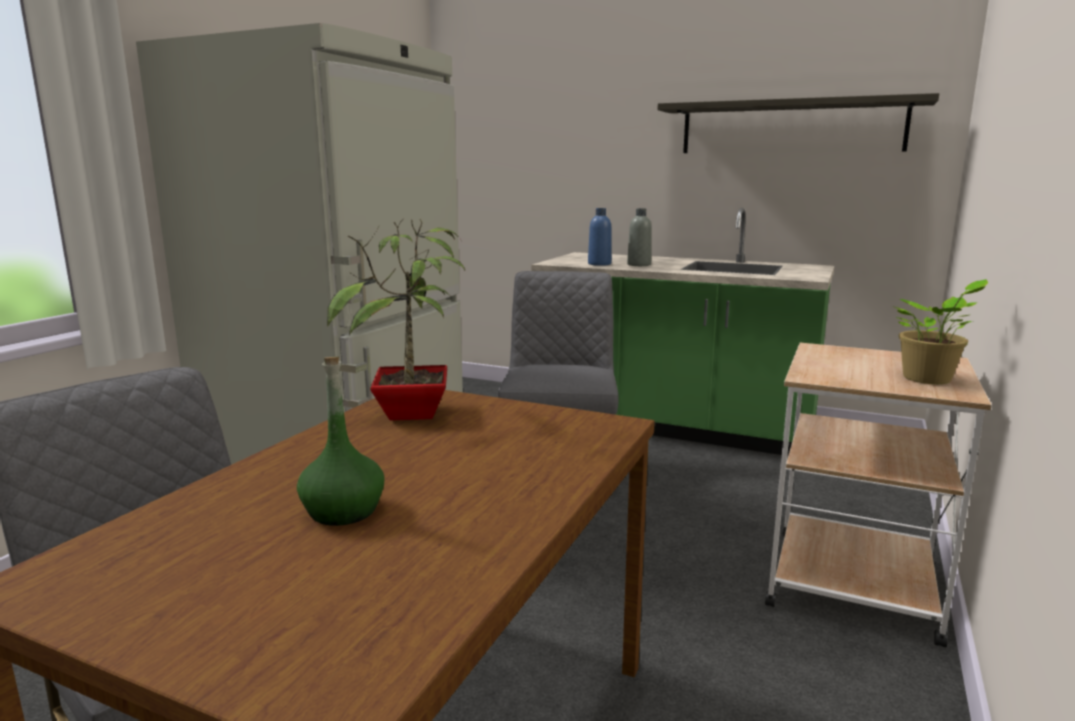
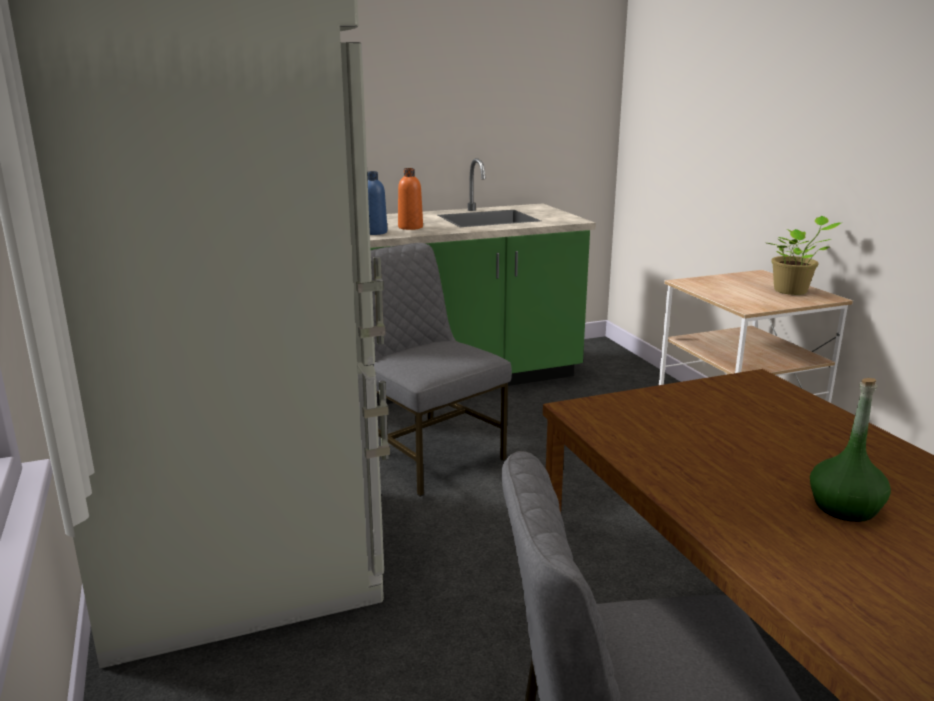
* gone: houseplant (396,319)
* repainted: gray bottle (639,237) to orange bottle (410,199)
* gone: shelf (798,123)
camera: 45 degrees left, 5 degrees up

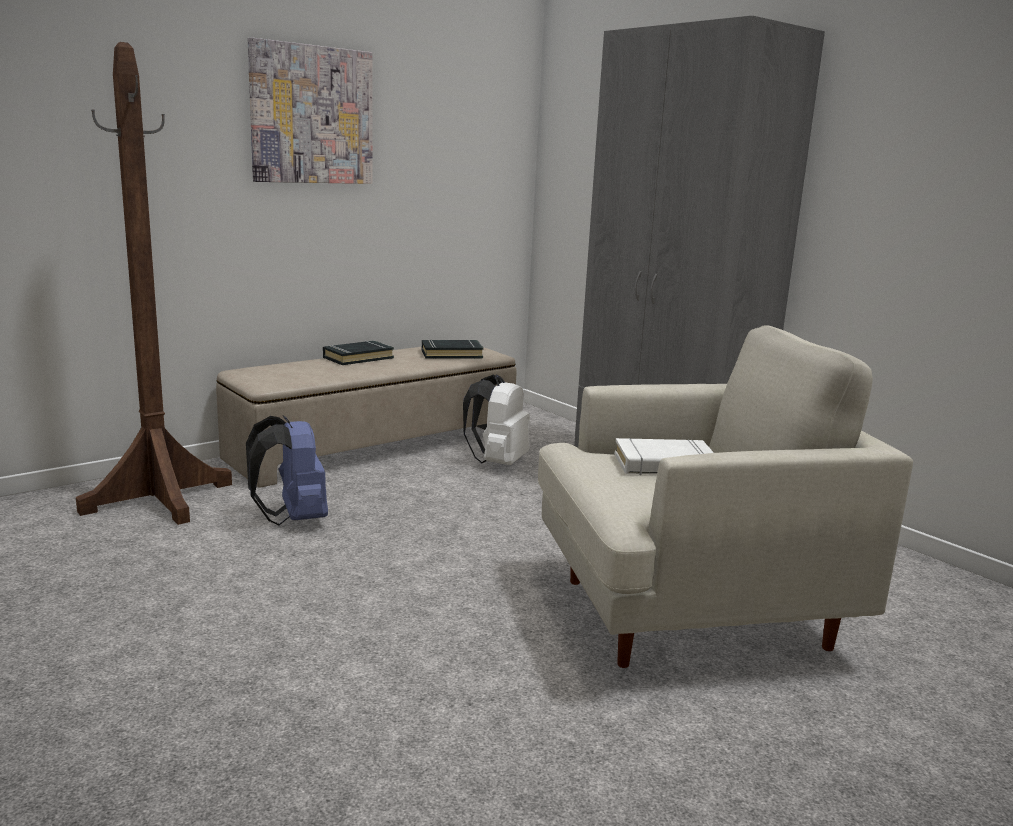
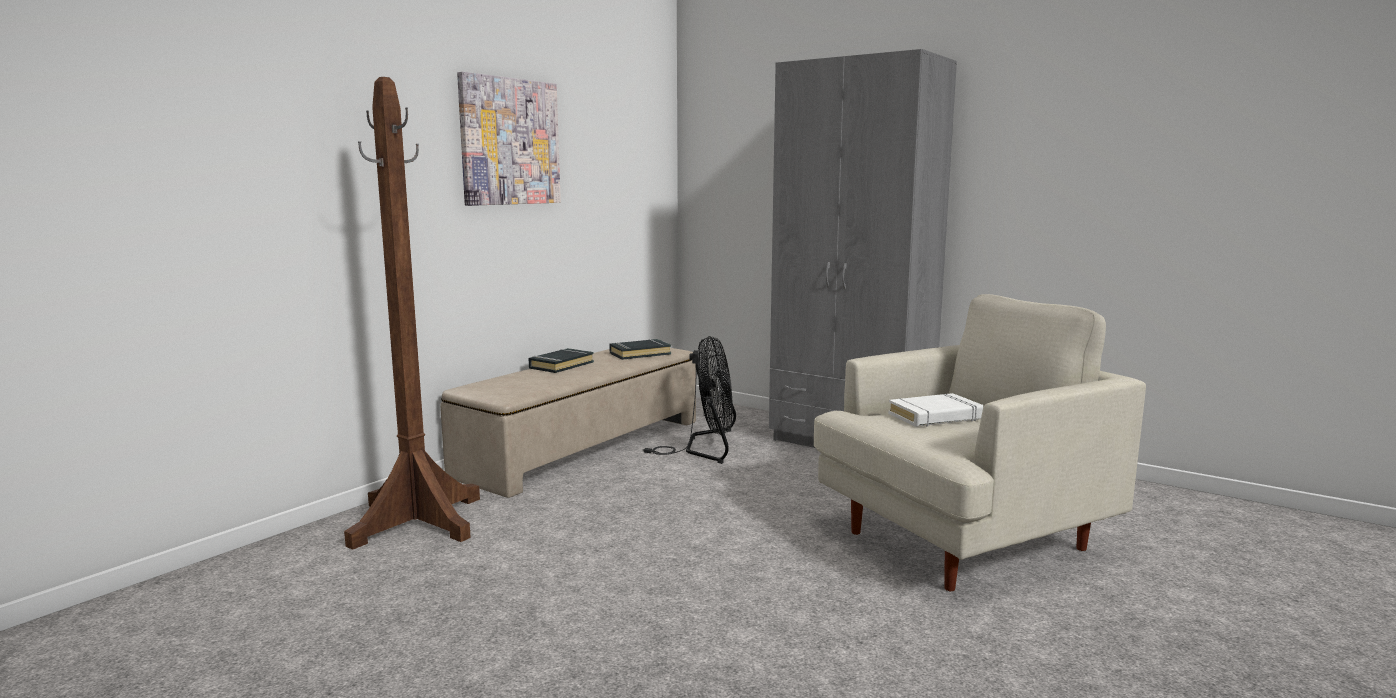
* gone: blue-coloured rucksack (287,470)
* swapped: white-coloured rucksack (496,419) to blackish electric fan (689,400)
camera: 15 degrees left, 5 degrees down

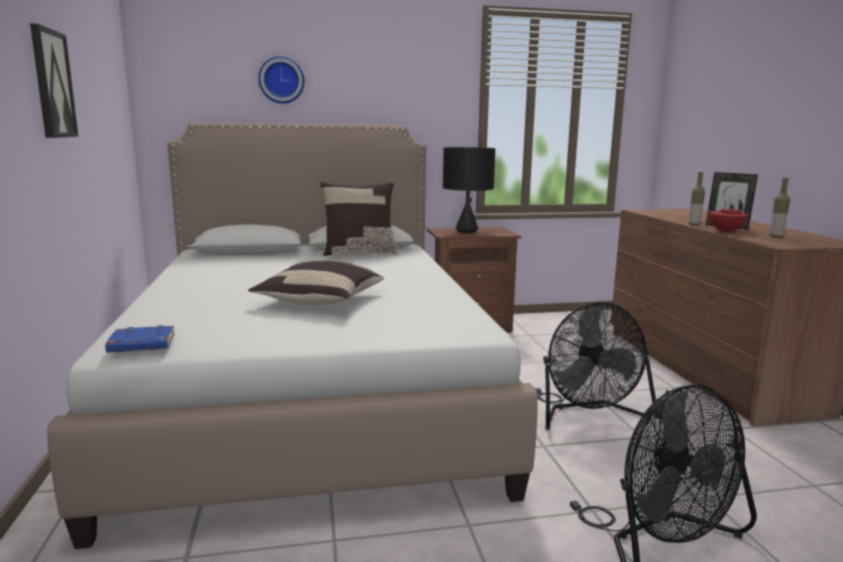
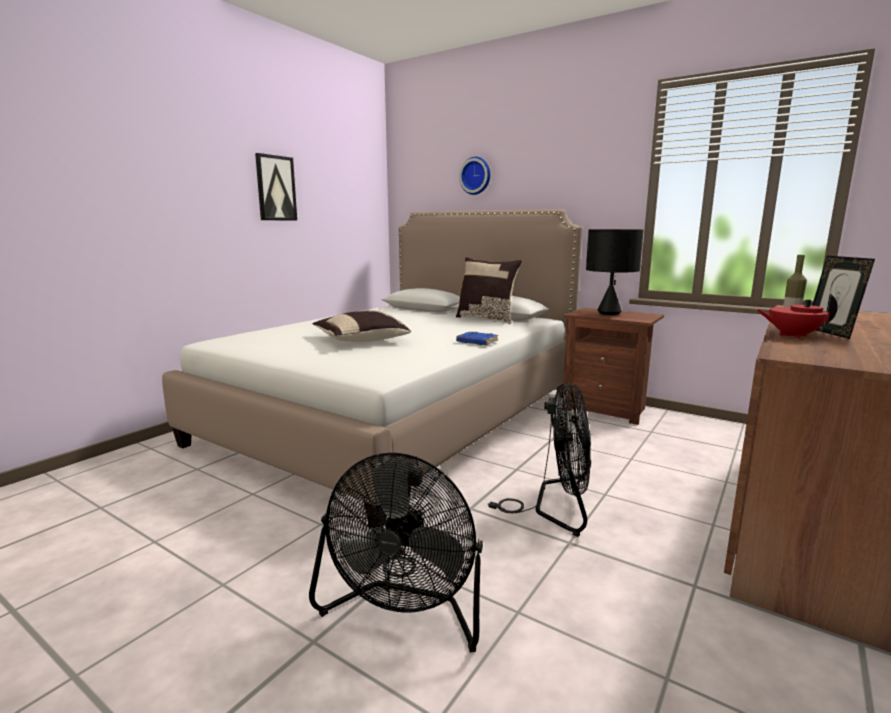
* shifted: blue-coloured volume (140,338) to (477,338)
* rotated: blackish electric fan (595,366) = (539,459) 105 degrees counterclockwise
* gone: bottle (780,208)
camera: 45 degrees right, 0 degrees up

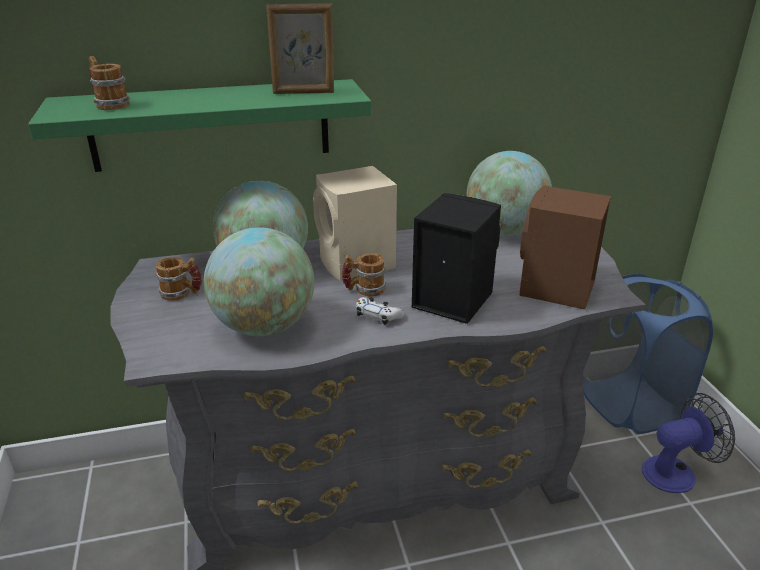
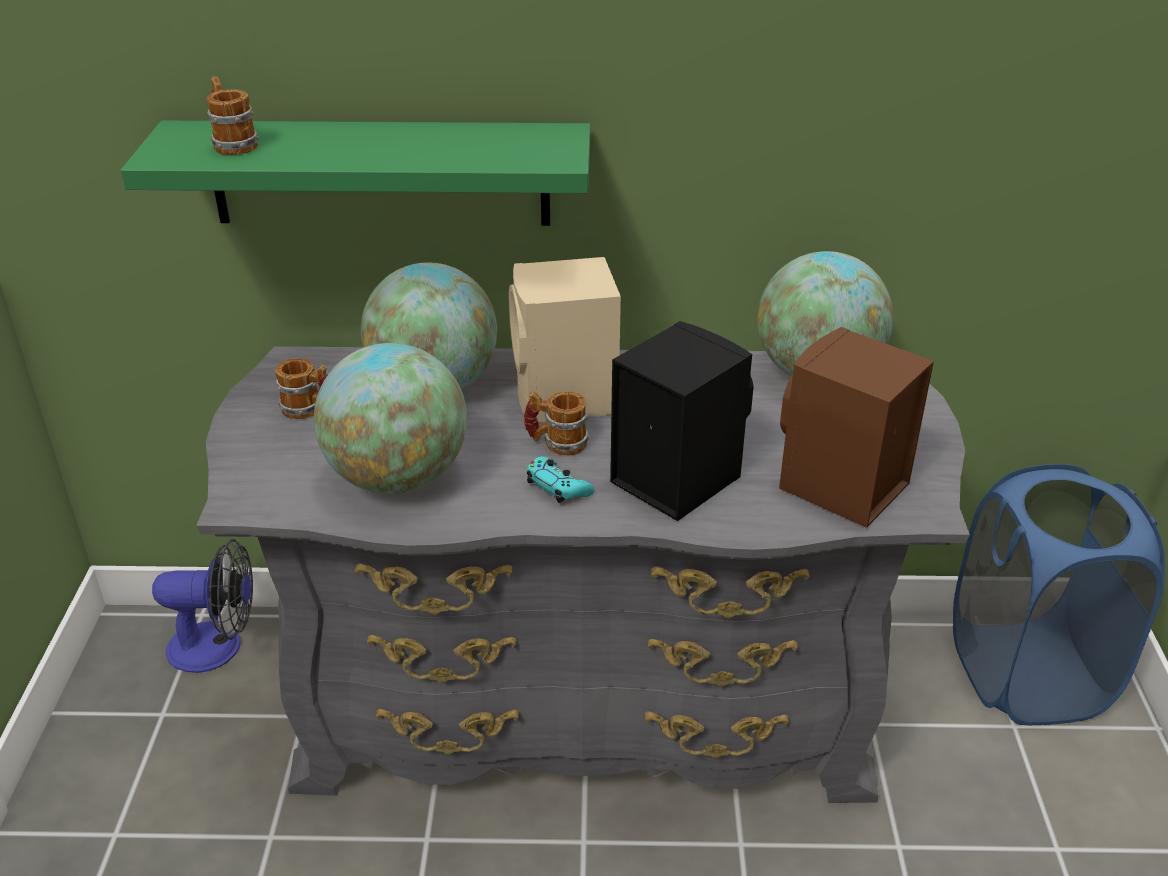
* gone: standing frame (300,48)
* repainted: white-coloured joypad (380,311) to turquoise joypad (560,479)
* shifted: electric fan (688,443) to (202,606)
camera: 15 degrees right, 5 degrees up

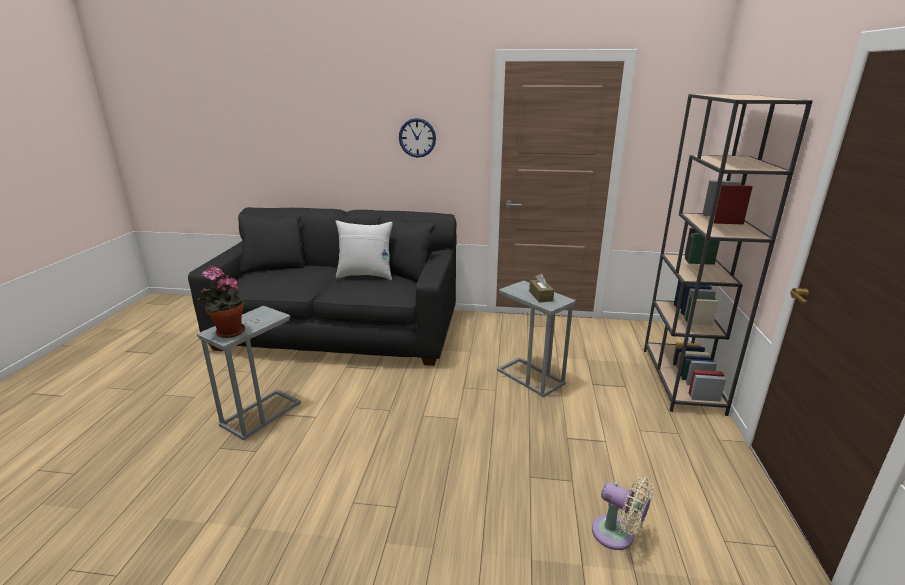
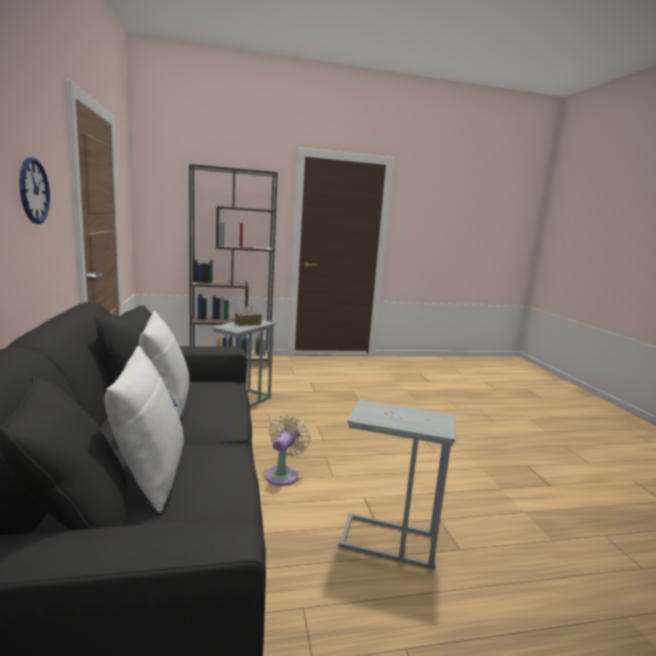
* gone: houseplant (221,302)
* shifted: beige electric fan (623,513) to (288,450)
* new: gray throw pillow (144,429)
camera: 110 degrees left, 10 degrees down

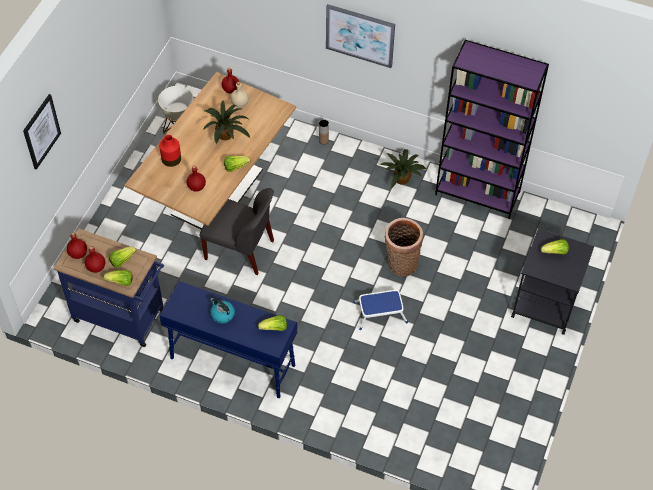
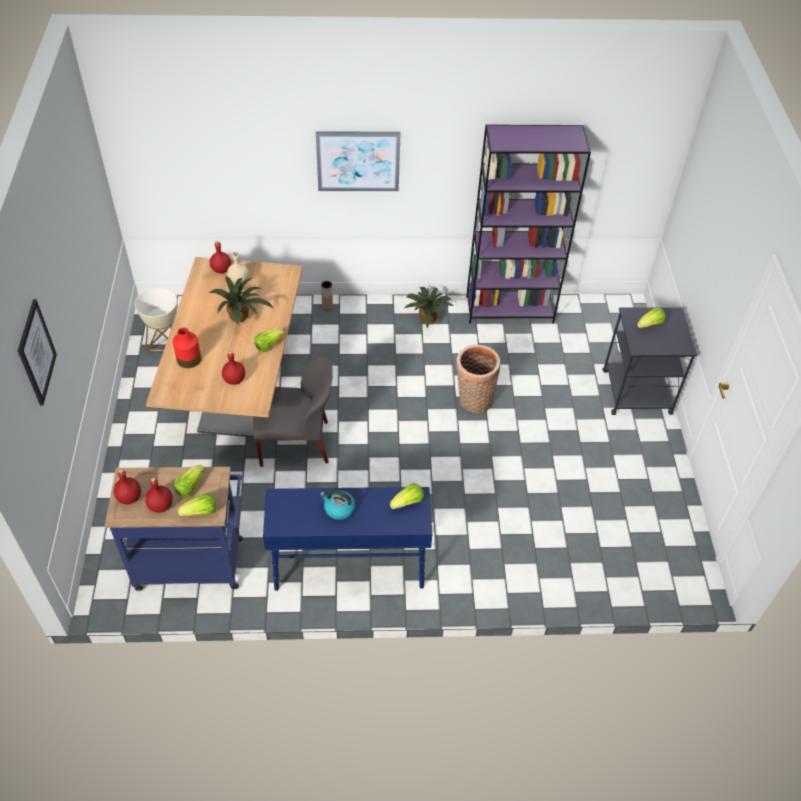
* gone: blue-coloured stepladder (380,310)
camera: 25 degrees left, 5 degrees down

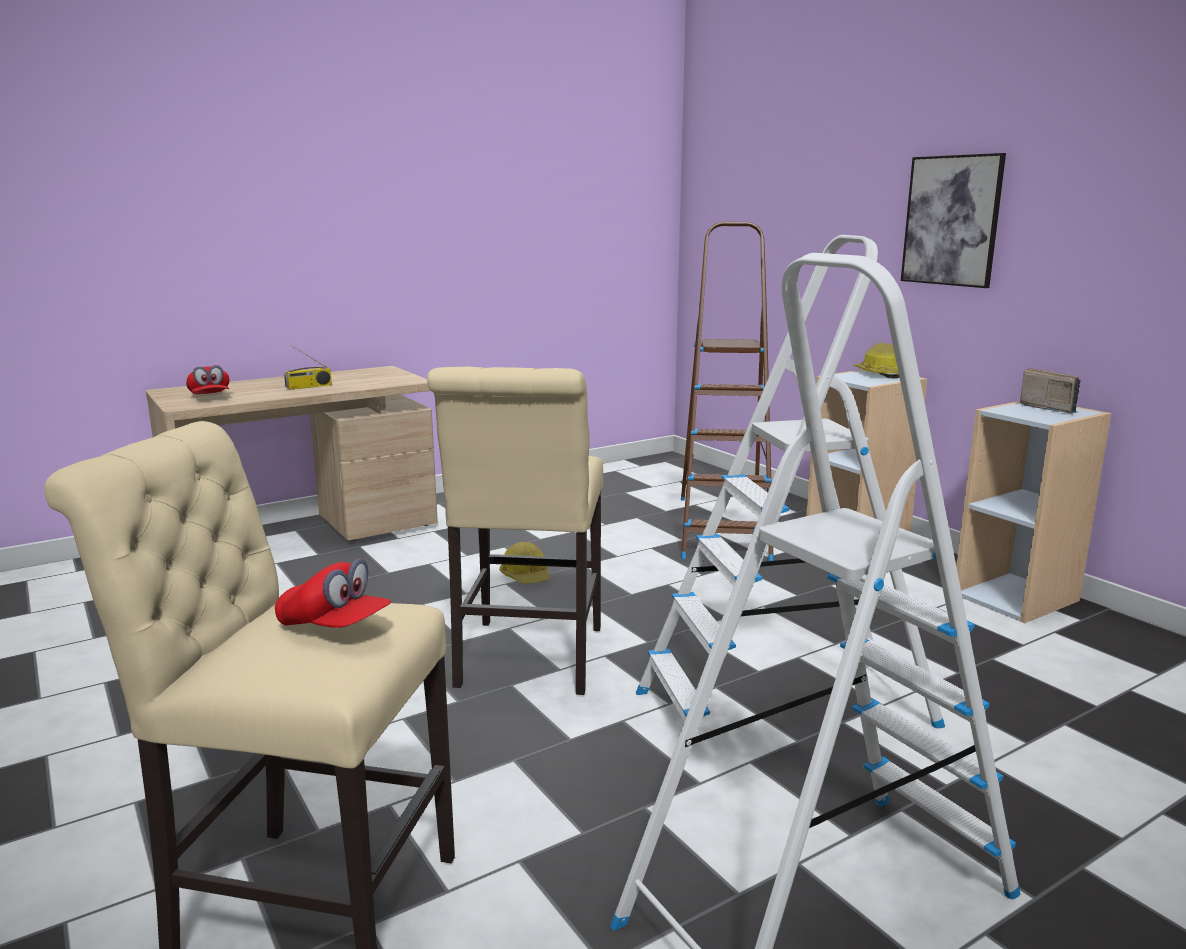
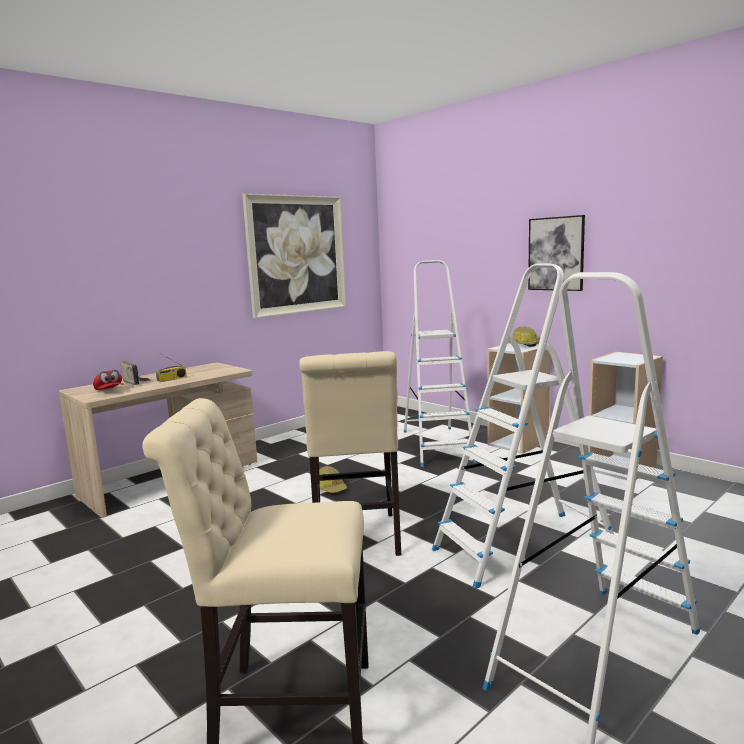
* gone: reddish peaked cap (333,593)
* repainted: brown stepladder (727,391) to white-coloured stepladder (440,363)
* shifted: radio (1050,391) to (135,373)
* new: picture (294,255)
camera: 10 degrees left, 5 degrees down

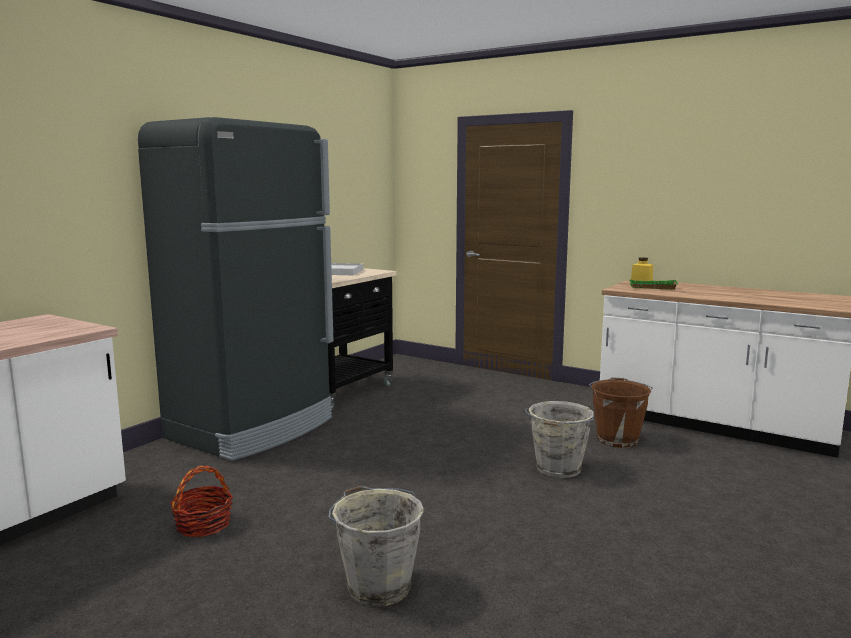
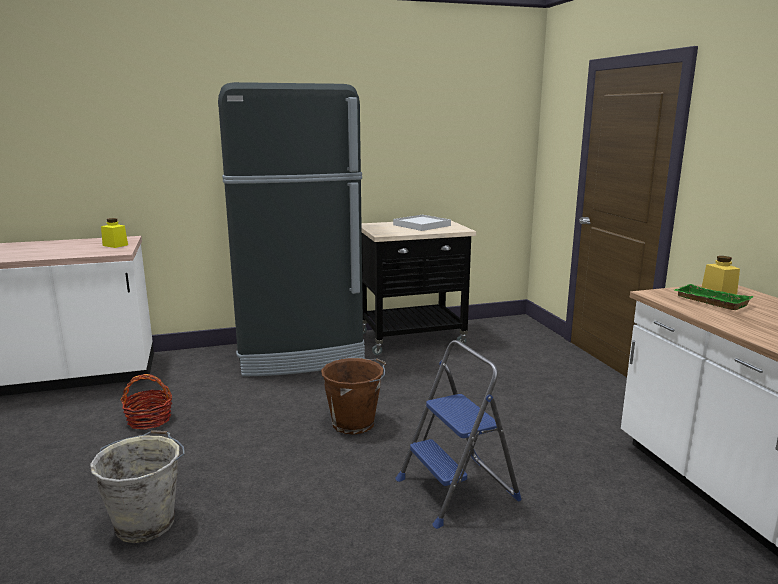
* swapped: gray water bucket (559,439) to blue-coloured stepladder (458,434)
* shifted: brown water bucket (621,412) to (353,396)
* new: yellow-coloured jar (114,233)
camera: 40 degrees right, 5 degrees up

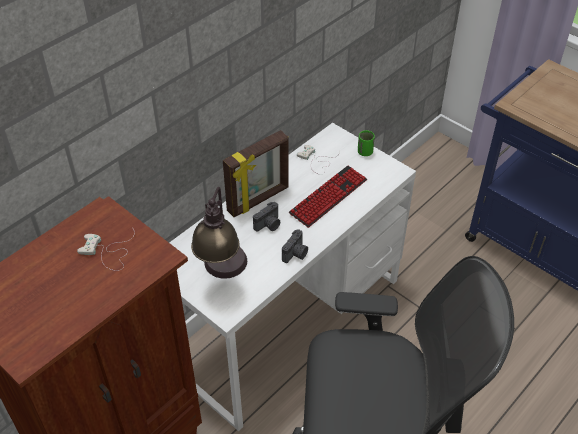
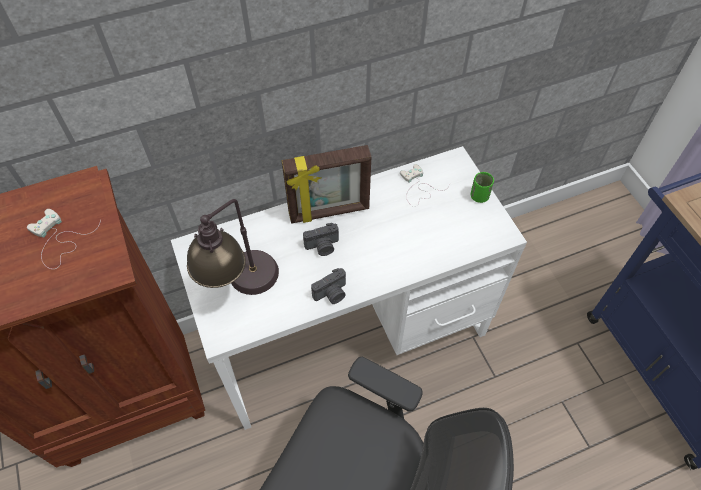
* gone: computer keyboard (328,197)
camera: 25 degrees right, 10 degrees up

